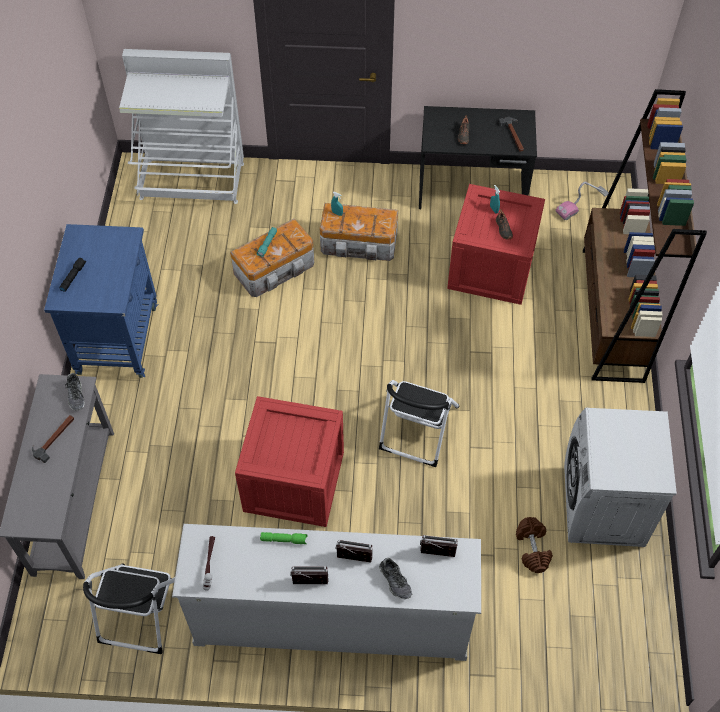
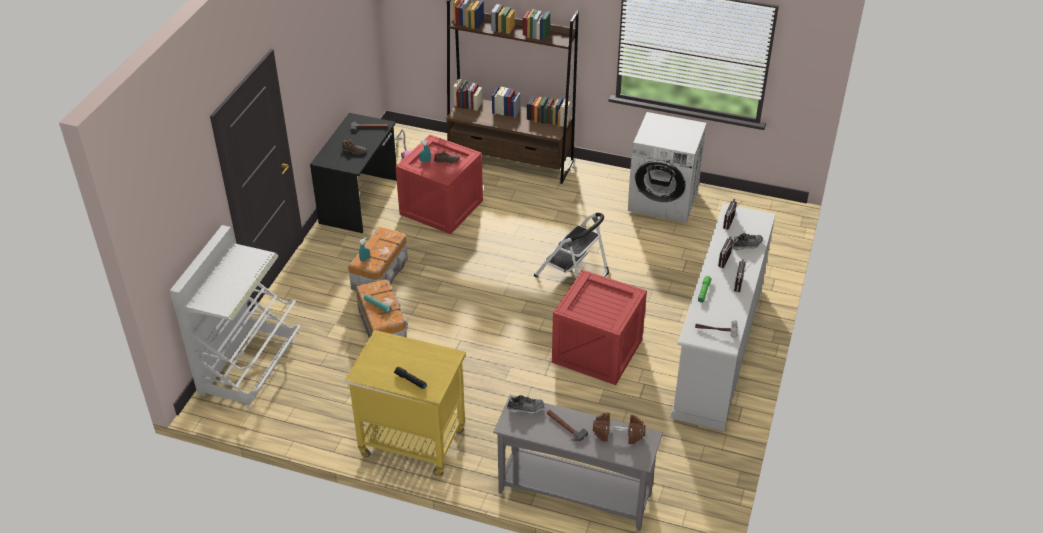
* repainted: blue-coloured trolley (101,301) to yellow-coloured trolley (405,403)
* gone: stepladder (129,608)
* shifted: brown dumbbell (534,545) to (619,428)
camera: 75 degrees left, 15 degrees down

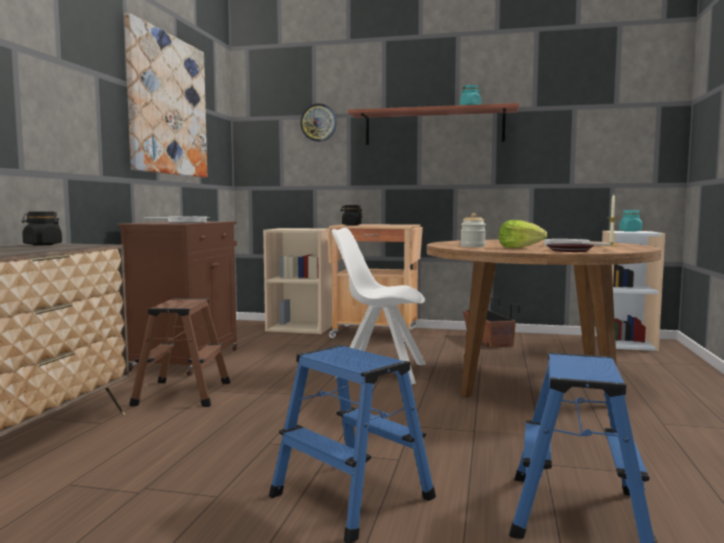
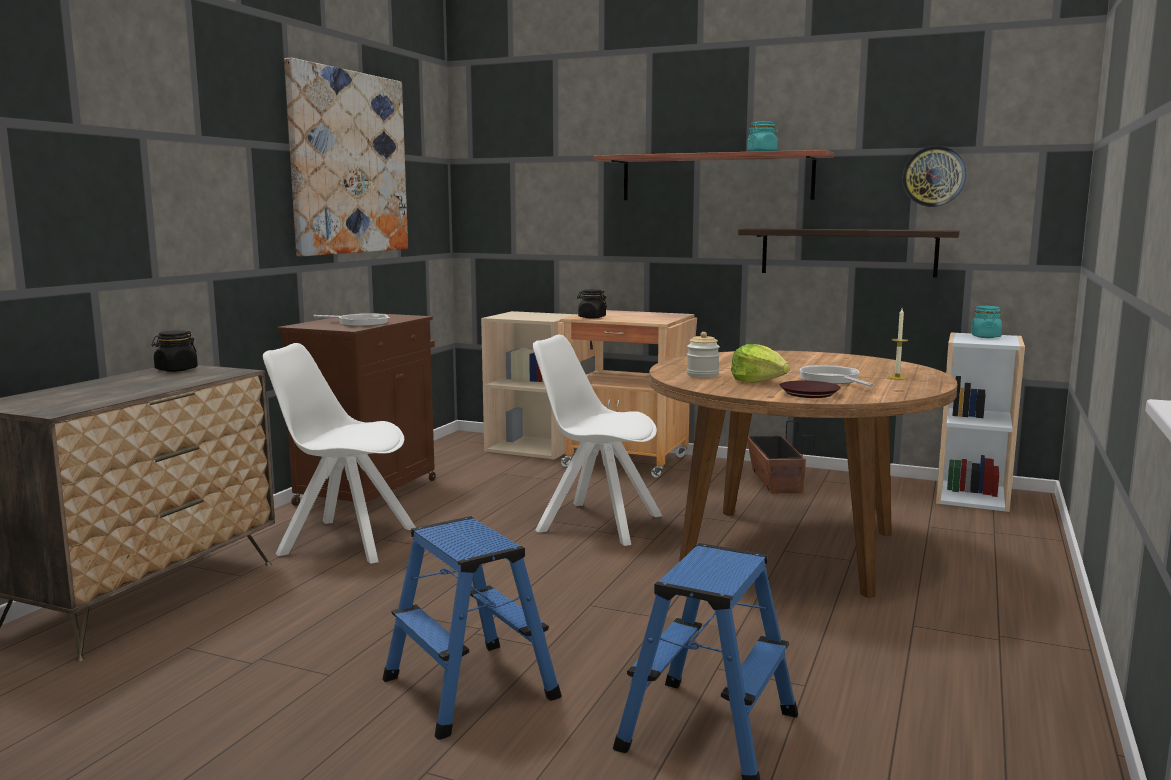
* swapped: brown stepladder (180,352) to white-coloured upright chair (339,453)
* shifted: hanging clock (318,122) to (934,176)
* new: shelf (849,253)
camera: 10 degrees right, 5 degrees up

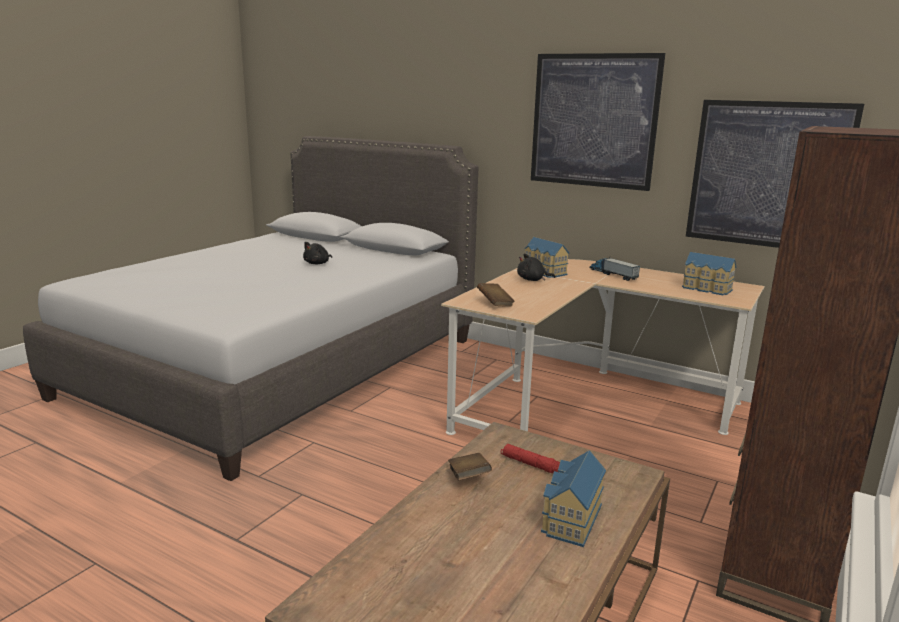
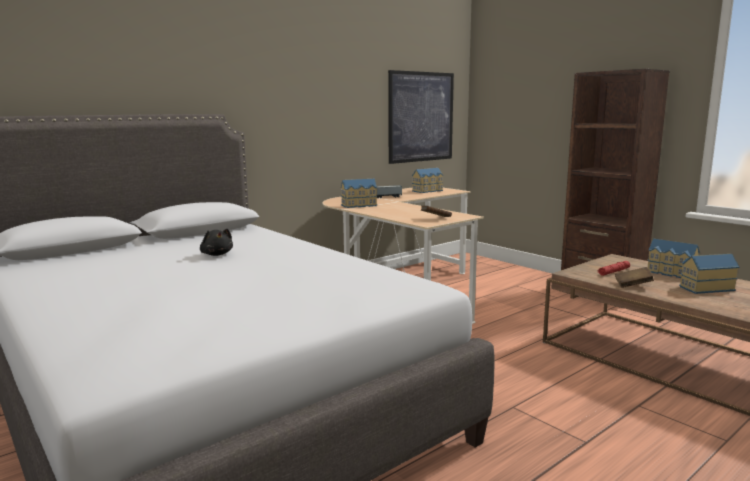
* gone: blackish plush toy (536,267)
* gone: picture (598,122)
* new: model house (709,274)
camera: 70 degrees left, 5 degrees down

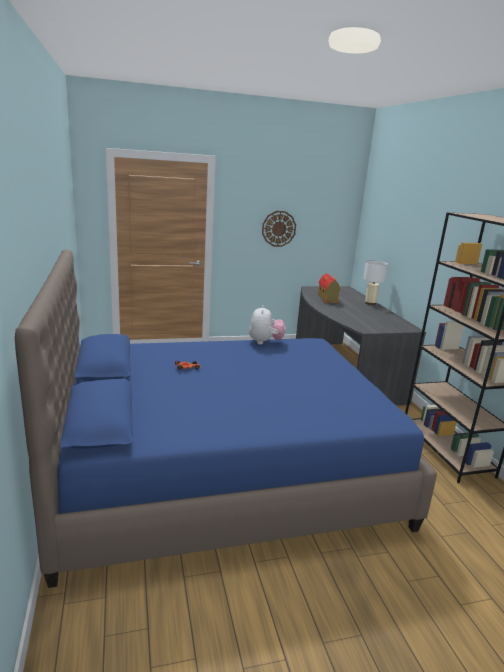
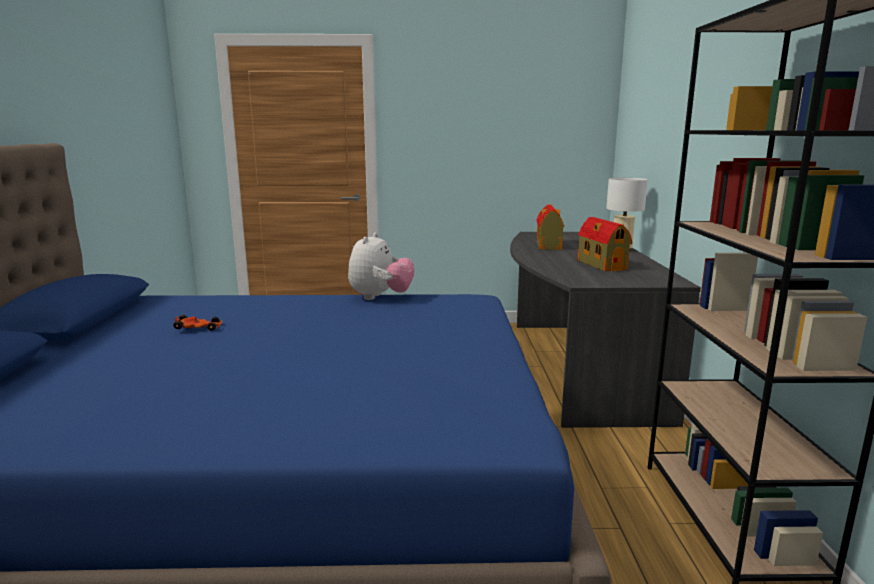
* gone: hanging clock (279,229)
* new: model house (605,244)
camera: 15 degrees right, 5 degrees down

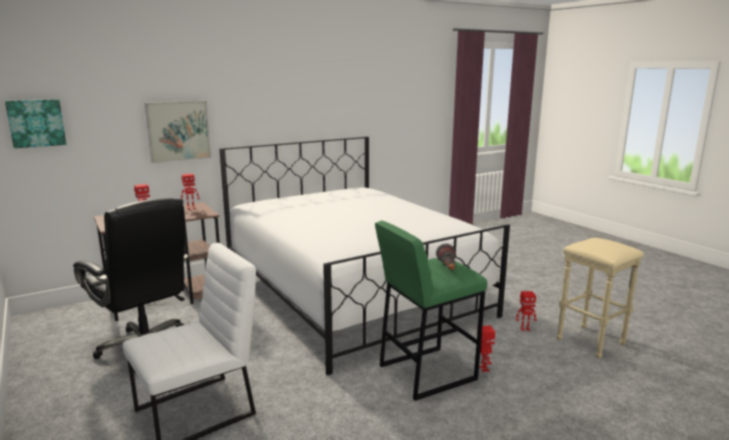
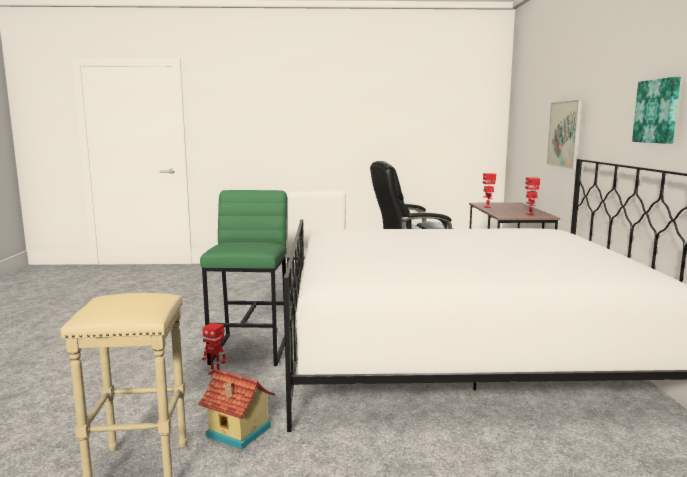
* shifted: picture (35,123) to (656,110)
* gone: flashlight (446,256)
* swapped: toy robot (526,311) to model house (236,409)
camera: 120 degrees right, 5 degrees down

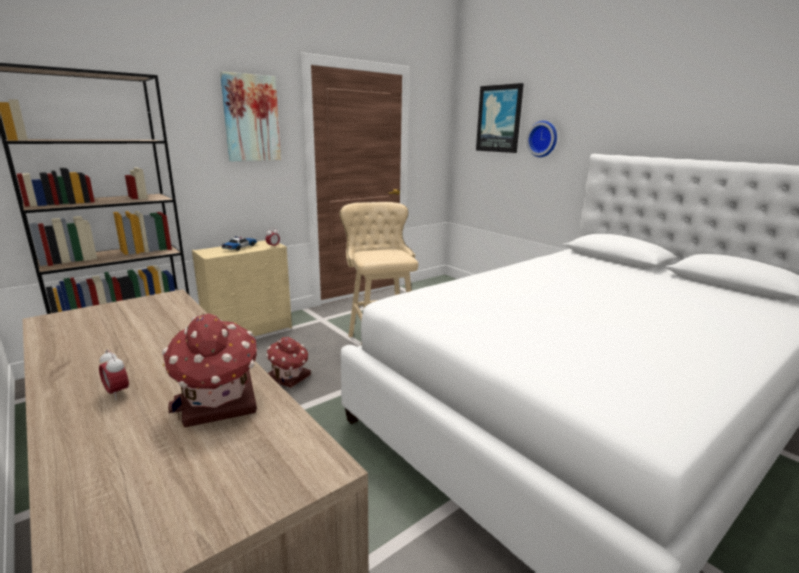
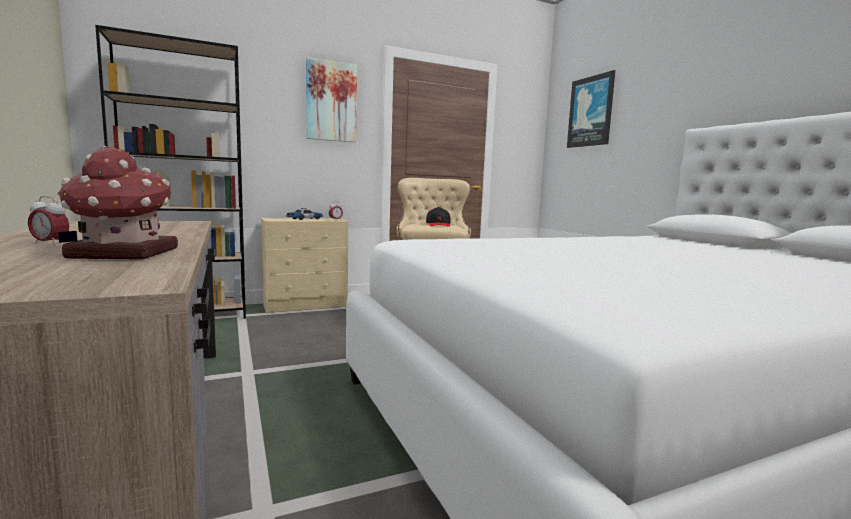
* rotated: alarm clock (114,375) = (48,221) 45 degrees counterclockwise
* gone: model house (288,362)
* gone: hanging clock (541,139)
* new: blackish peaked cap (438,217)
camera: 15 degrees right, 10 degrees down

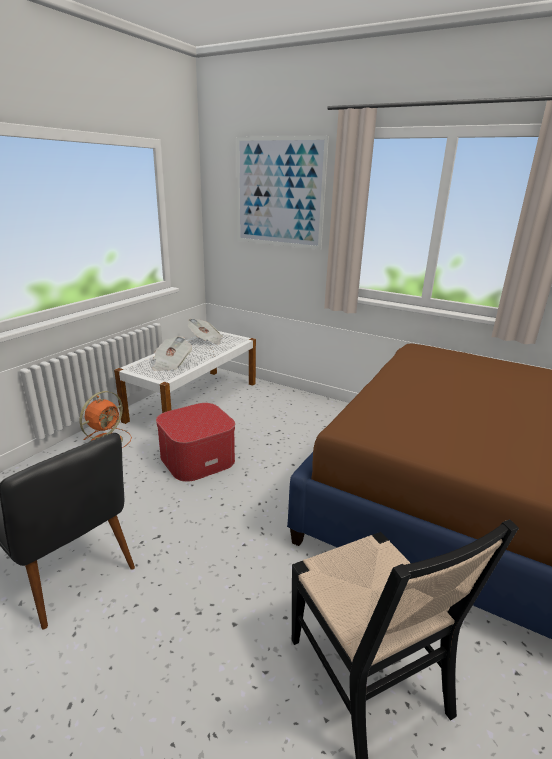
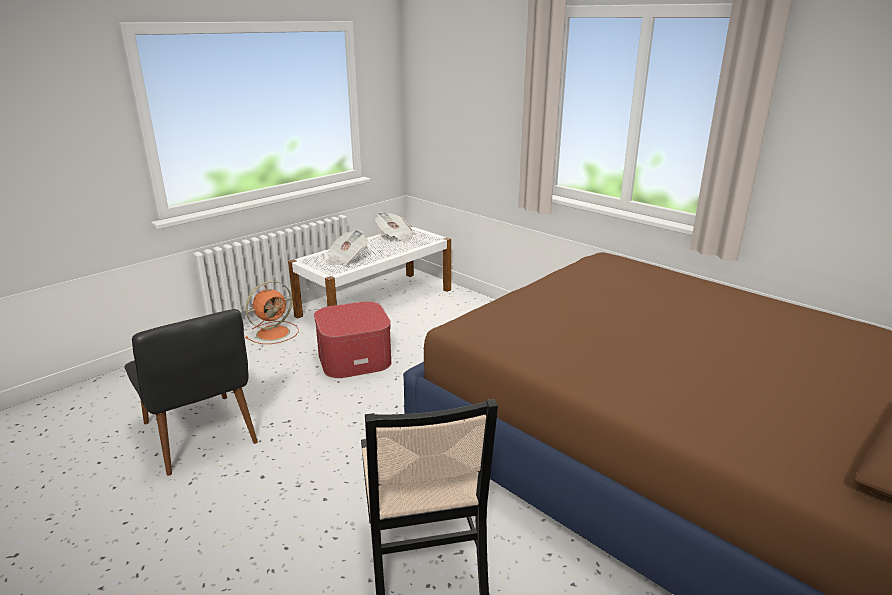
* gone: picture (283,193)
camera: 15 degrees right, 0 degrees up

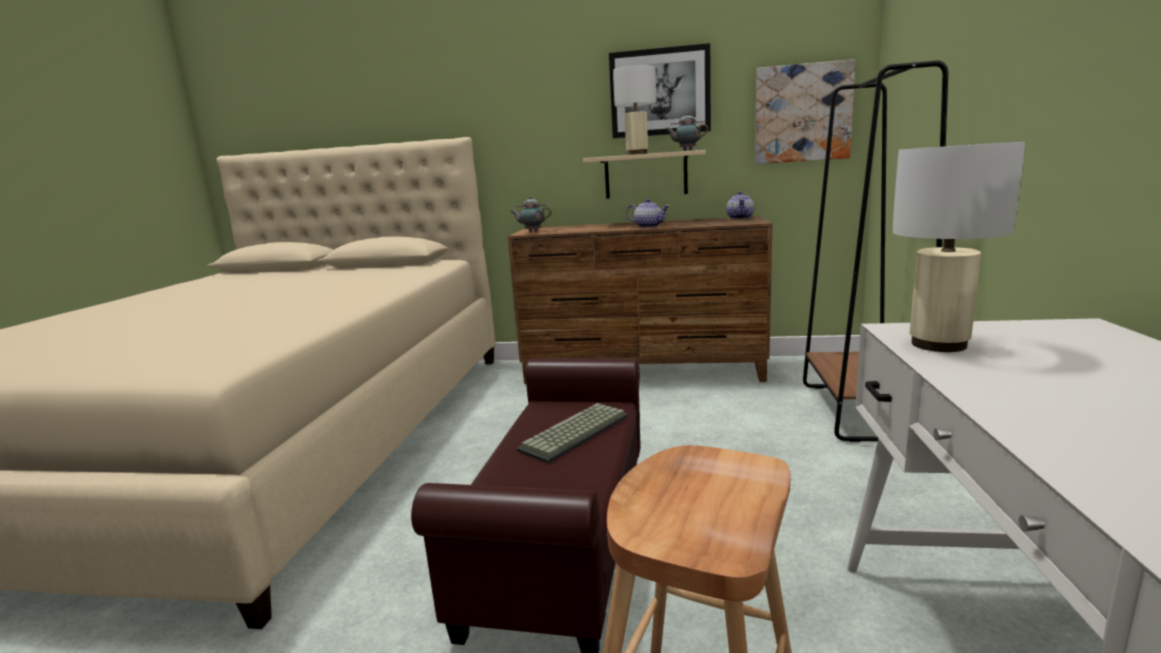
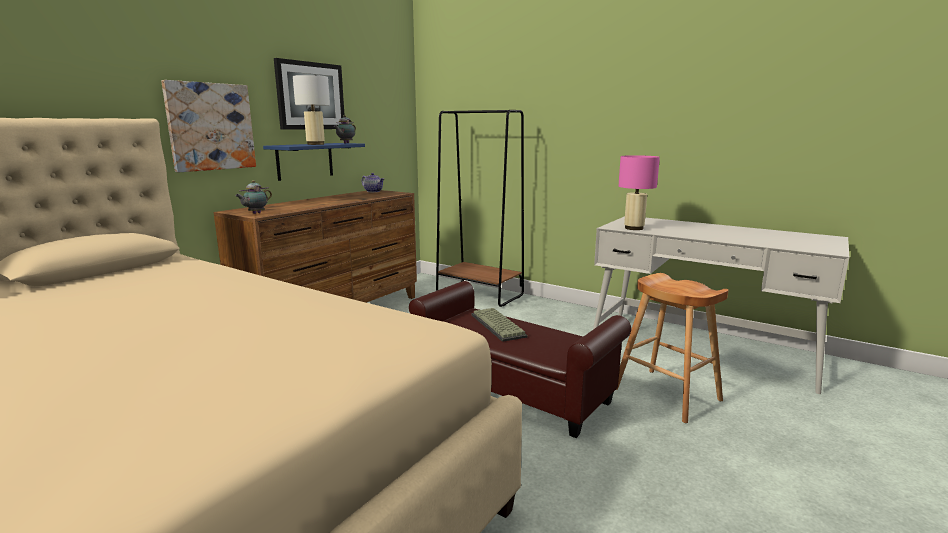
* repainted: beige shelf (644,174) to blue-coloured shelf (314,162)
* gone: tea pot (648,213)
* shifted: picture (805,111) to (208,126)
* repainted: white-coloured table lamp (959,247) to pinkish table lamp (639,192)
camera: 65 degrees left, 0 degrees up

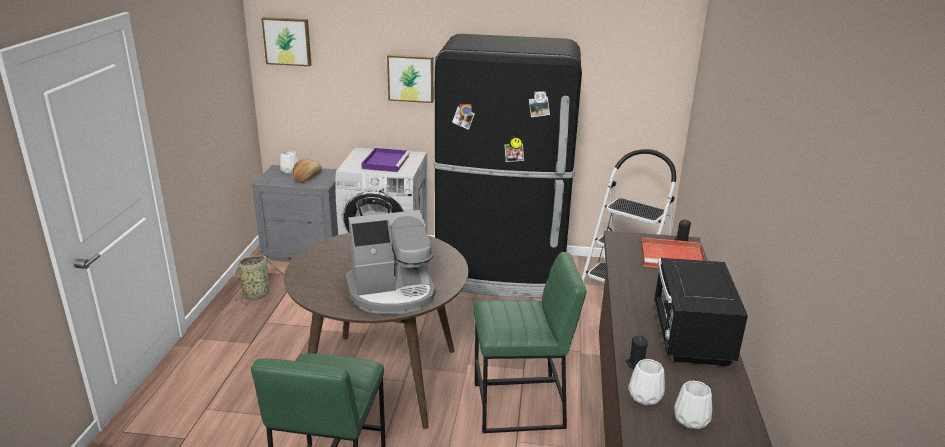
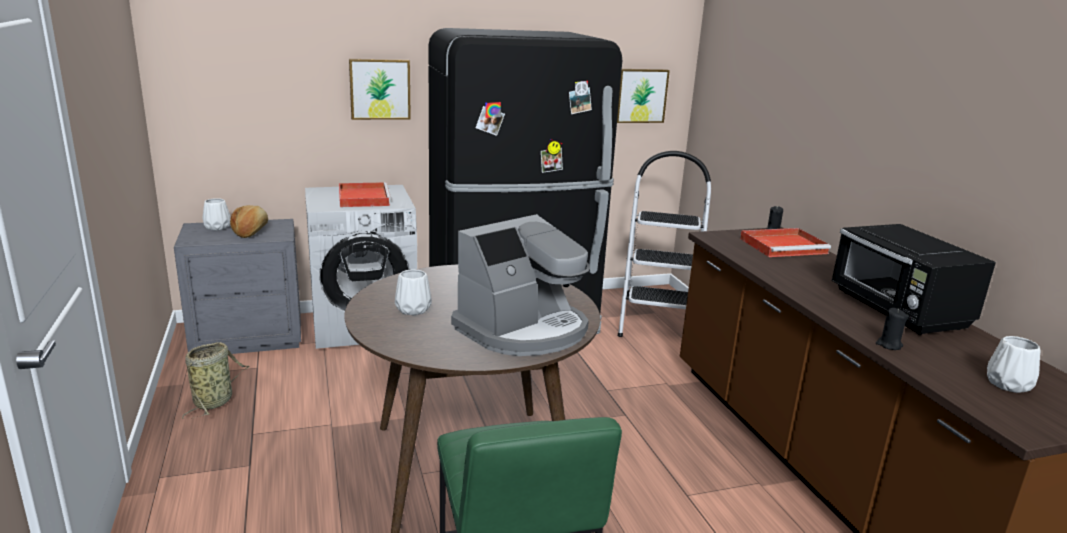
* shifted: picture (286,41) to (643,96)
* repainted: purplish serving tray (385,160) to reddish serving tray (365,194)
* gone: green-coloured upright chair (529,342)
* shifted: white-coloured vase (646,382) to (413,292)
camera: 25 degrees left, 5 degrees down

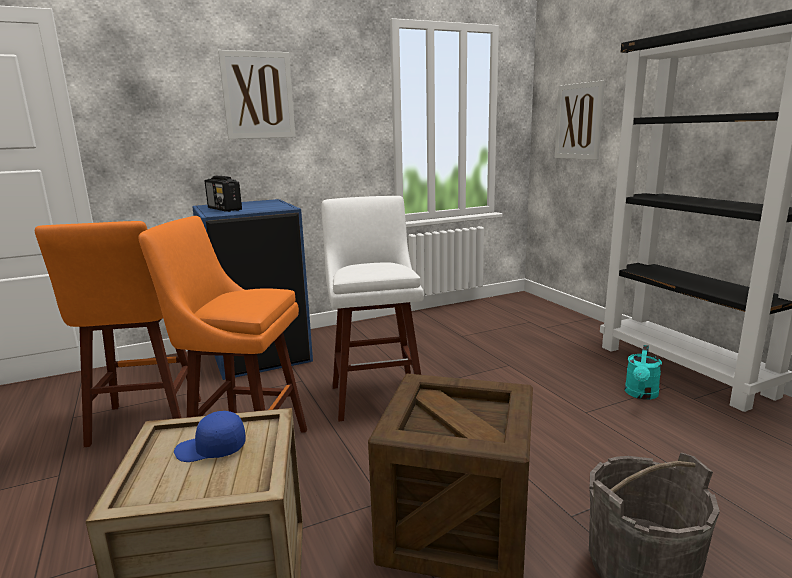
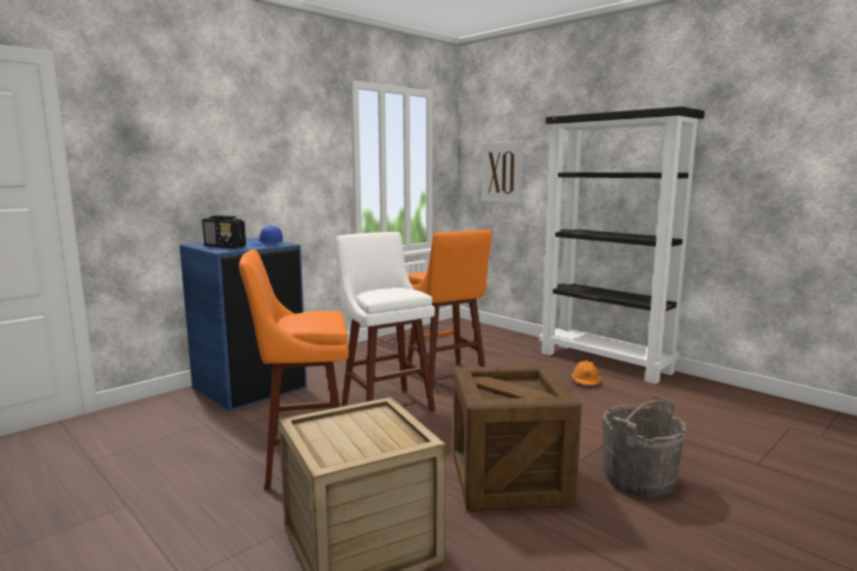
* shifted: orange stool seat (118,334) to (449,310)
* shifted: blue-coloured peaked cap (210,436) to (265,236)
* gone: picture (257,94)
* swapped: turquoise watering pot (643,372) to orange work helmet (586,373)
camera: 20 degrees left, 5 degrees down

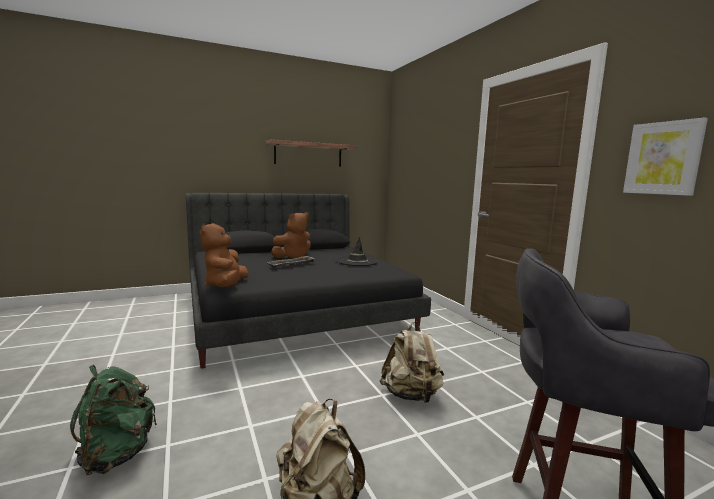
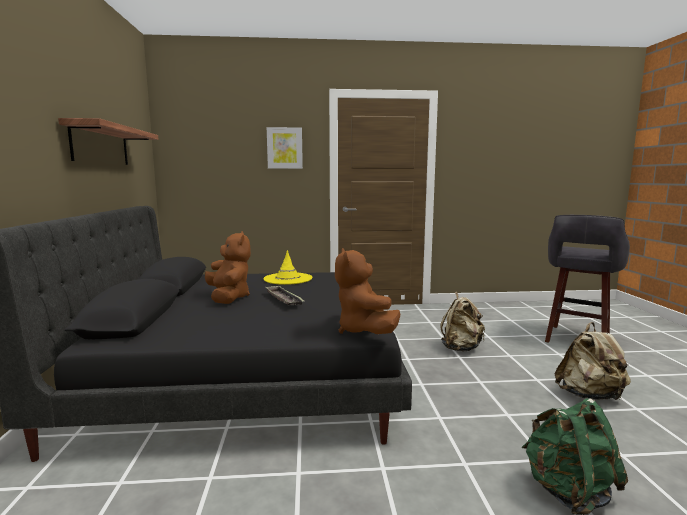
* rotated: brown plush toy (224,255) = (367,291) 60 degrees clockwise
* repainted: blackish wearable hat (357,251) to yellow-coloured wearable hat (287,267)
* shifted: picture (665,156) to (285,148)
camera: 70 degrees left, 0 degrees up

